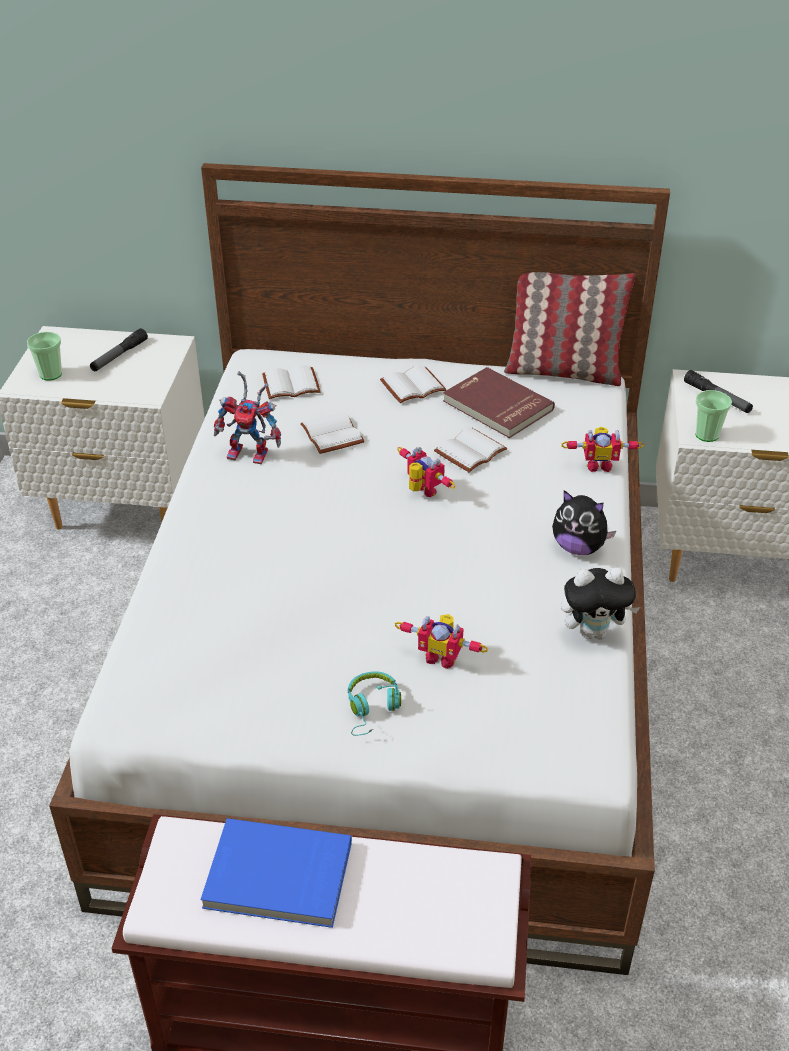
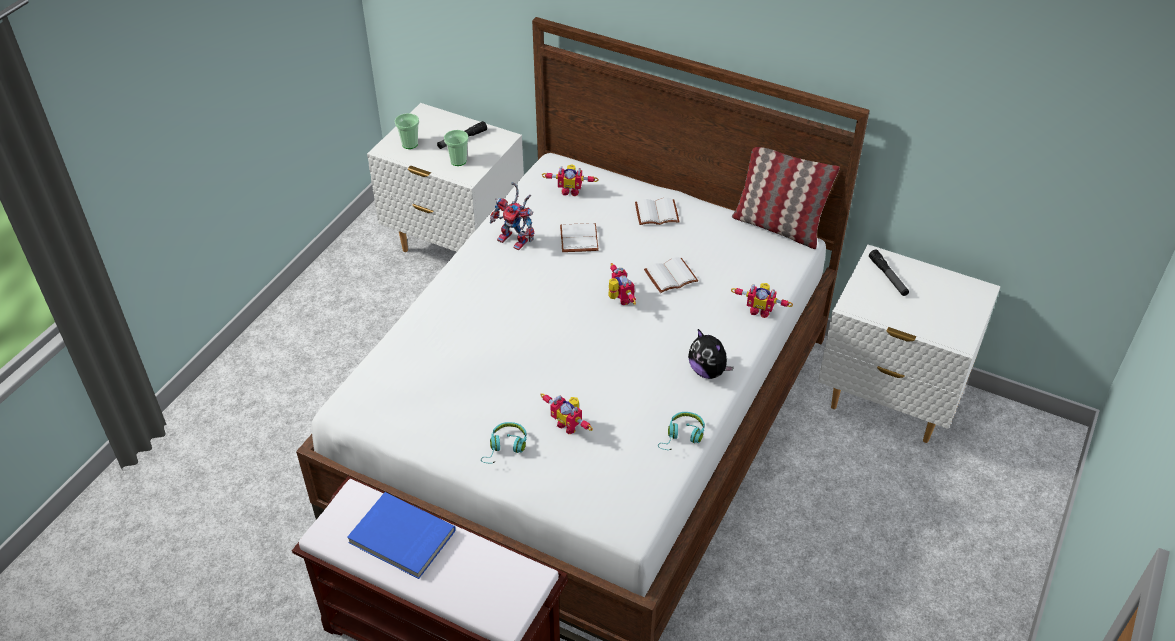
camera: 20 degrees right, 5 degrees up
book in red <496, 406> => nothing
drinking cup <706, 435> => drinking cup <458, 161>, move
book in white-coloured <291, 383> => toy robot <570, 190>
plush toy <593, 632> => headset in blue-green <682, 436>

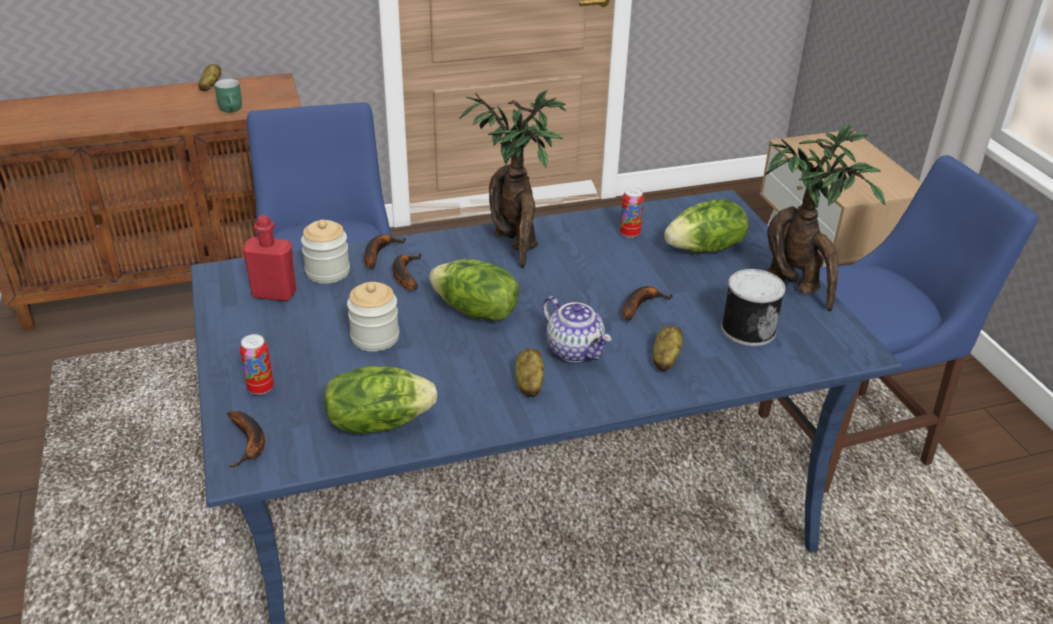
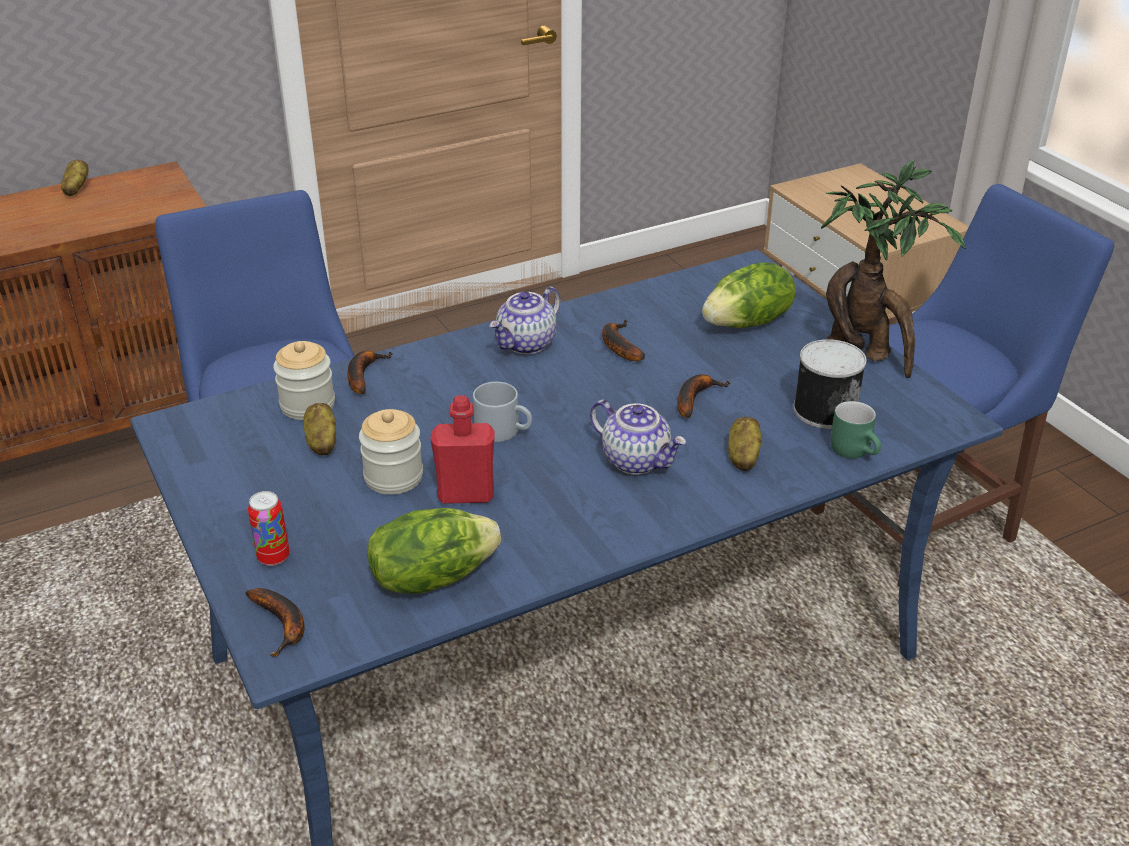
camera: 10 degrees left, 0 degrees up
sealed can <629, 233> => nothing
coffee mug in green-coloured <233, 109> => coffee mug in green-coloured <856, 451>, move
beverage bottle in red <274, 293> => beverage bottle in red <466, 494>, move
banana <404, 274> => banana <618, 345>, move
whole potato <528, 384> => whole potato <321, 442>, move
lettuce <475, 312> => coffee mug in greyish <504, 430>
plant in a pot <516, 244> => tea pot <526, 344>

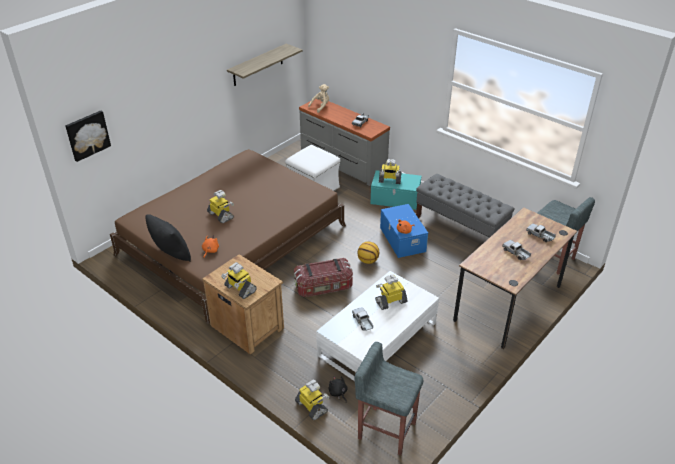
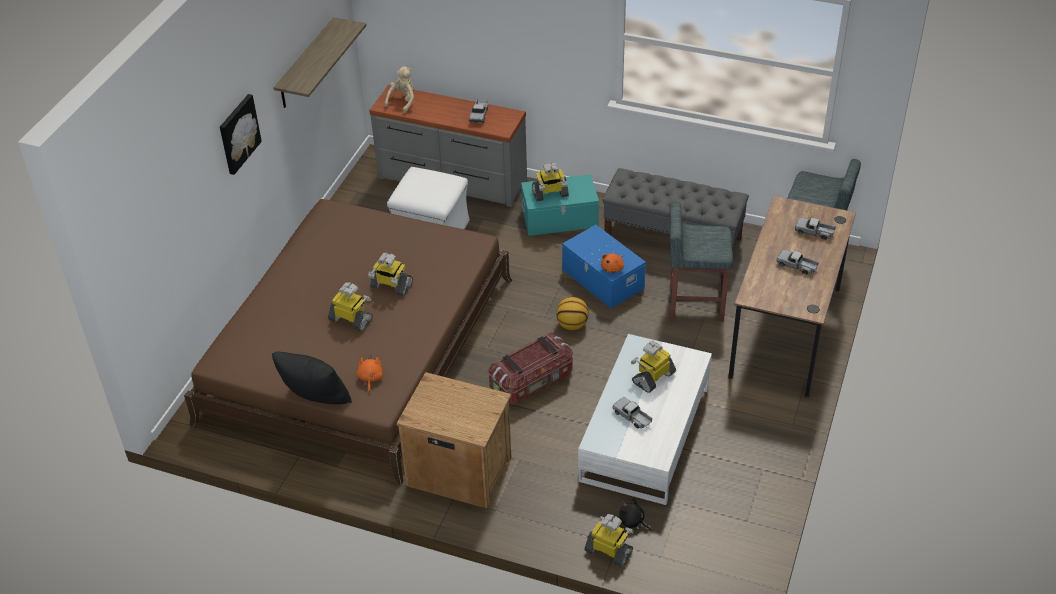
camera: 20 degrees left, 5 degrees up
wall art <87, 135> => wall art <238, 133>, move
toy robot <239, 289> => toy robot <391, 286>, move
sitting stool in greyish <386, 430> => sitting stool in greyish <695, 304>, move

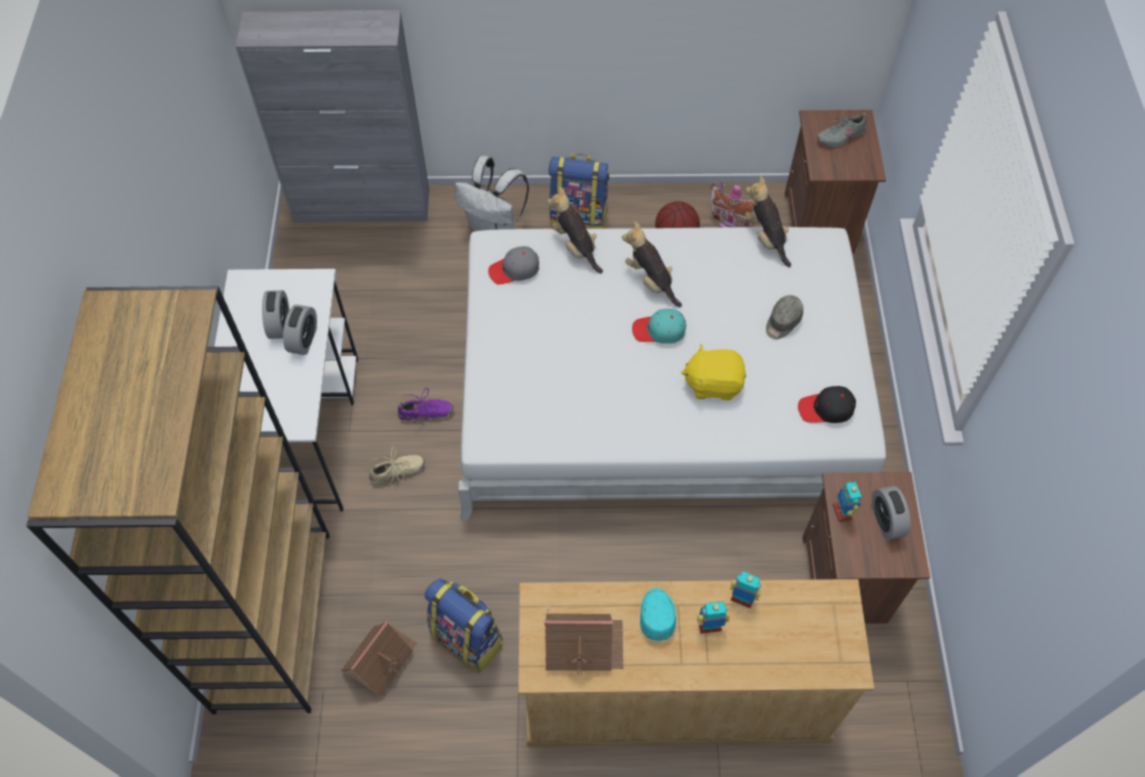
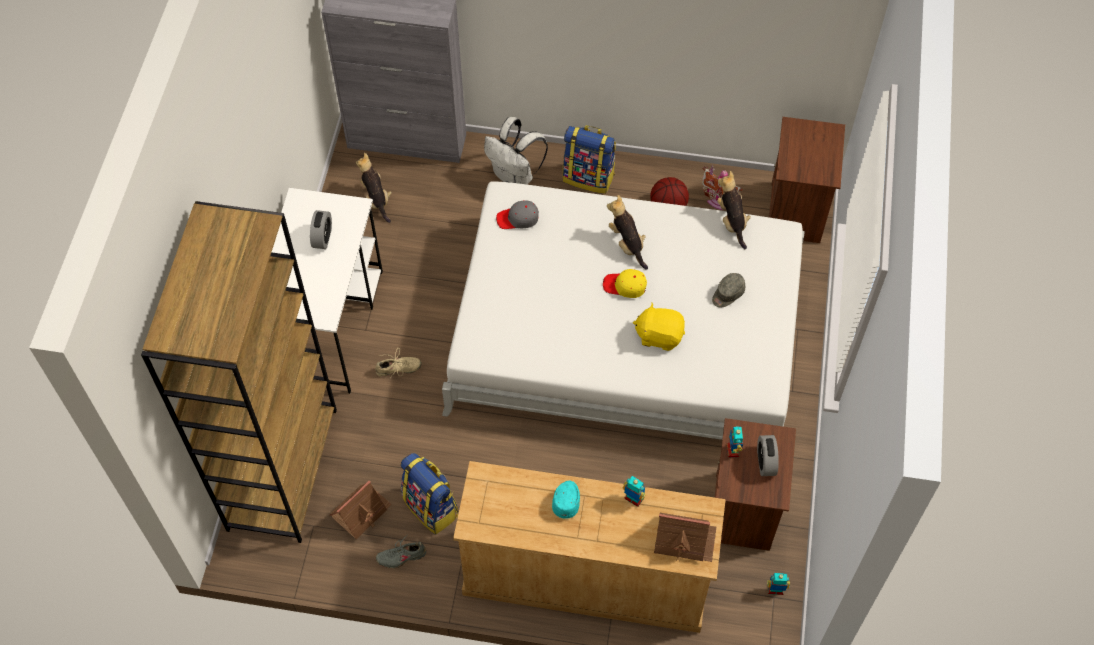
camera: 10 degrees right, 0 degrees up
bedside clock <304, 340> => nothing
shoe in purplish <425, 413> => nothing
baseball cap in black <826, 409> => nothing
toy house <583, 644> => toy house <684, 539>, move
plush toy <576, 246> => plush toy <376, 199>, move
toy robot <709, 626> => toy robot <775, 590>, move
shoe in greyish <840, 136> => shoe in greyish <401, 556>, move
baseball cap in blue-green <659, 330> => baseball cap in yellowish <625, 286>

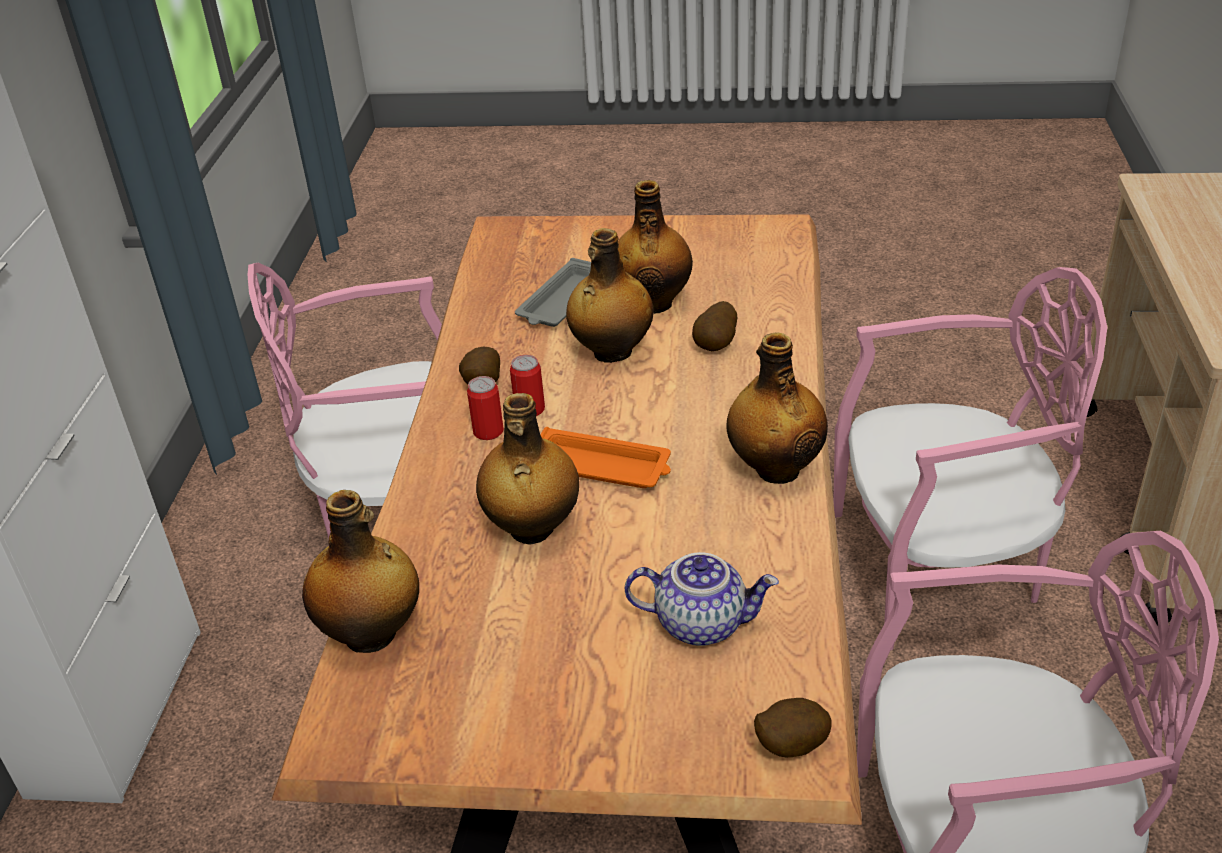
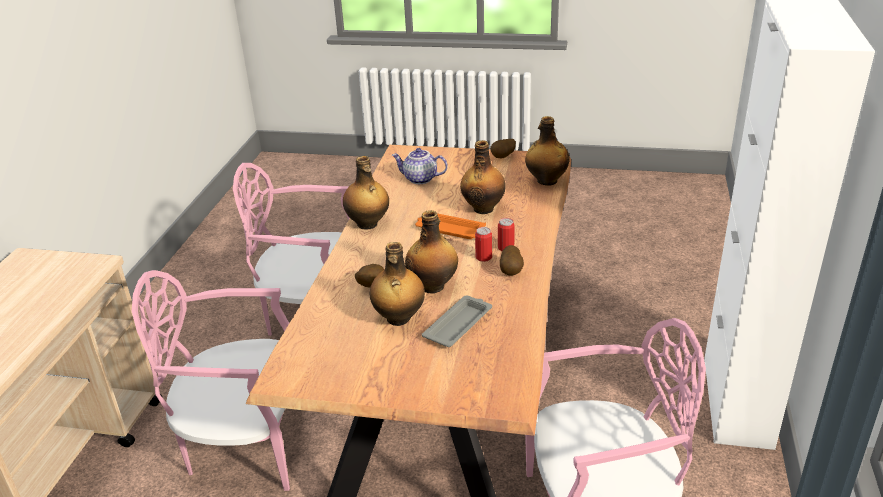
camera: 175 degrees left, 5 degrees down
whole potato <789, 745> => whole potato <503, 157>, move

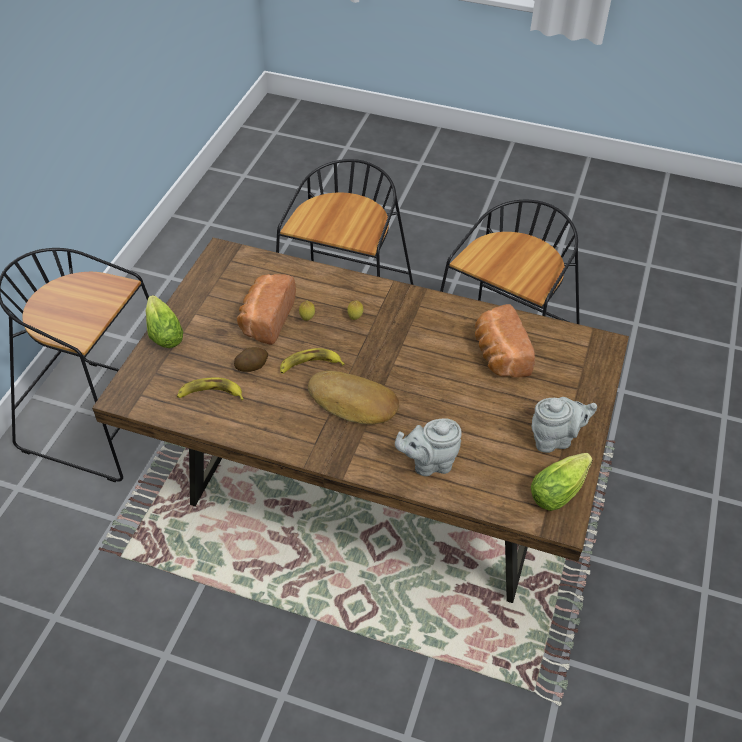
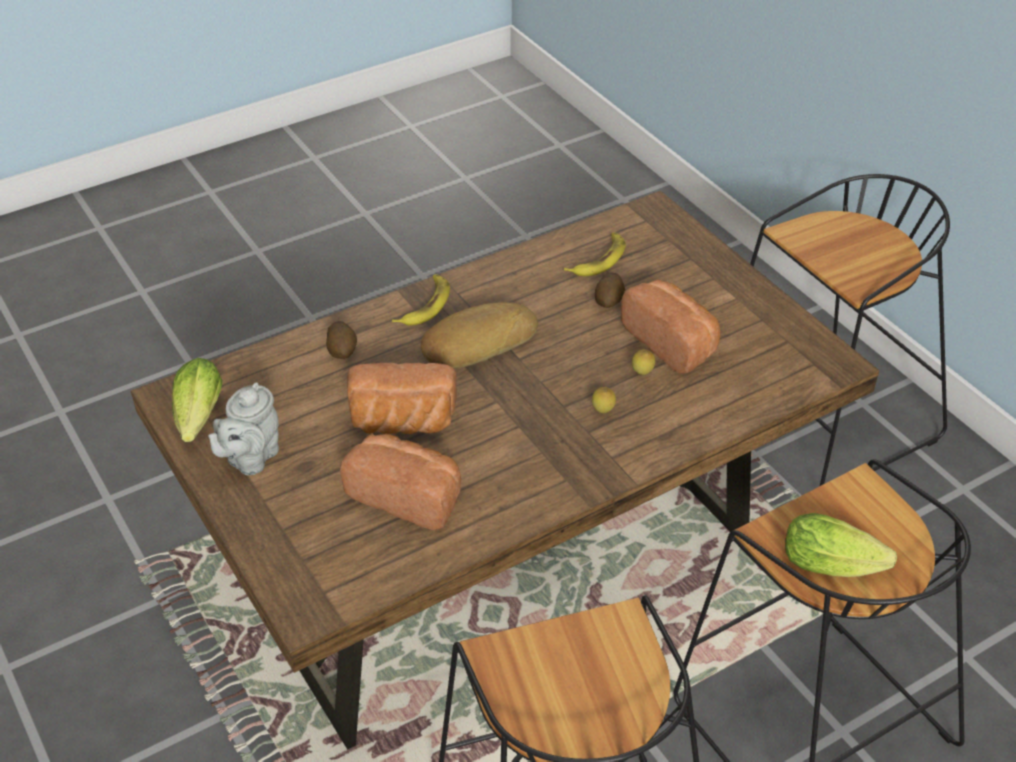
camera: 130 degrees right, 5 degrees down
nothing => bakery bread <402, 423>
lettuce <163, 331> => lettuce <836, 565>, move
banana <310, 365> => banana <425, 305>, move
tea pot in greyish <429, 463> => whole potato <342, 351>

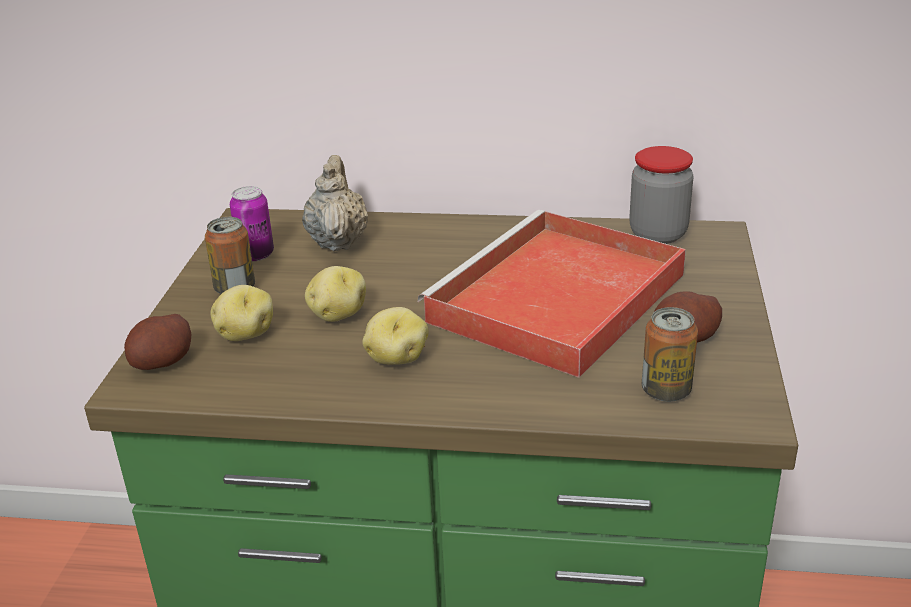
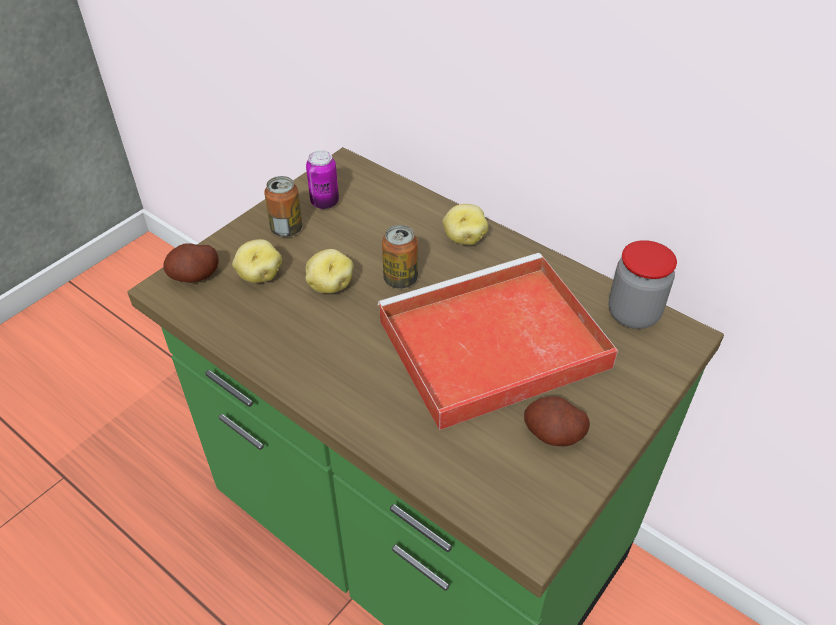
camera: 30 degrees right, 15 degrees up
tea pot in beige <338, 241> => nothing
whole potato <396, 358> => whole potato <464, 238>, move
sealed can <666, 391> => sealed can <400, 279>, move

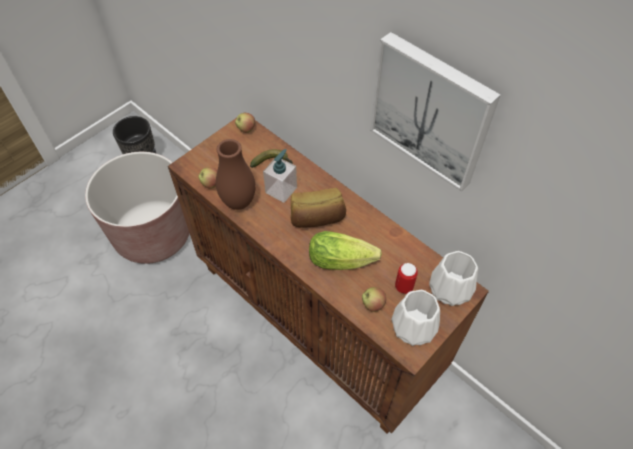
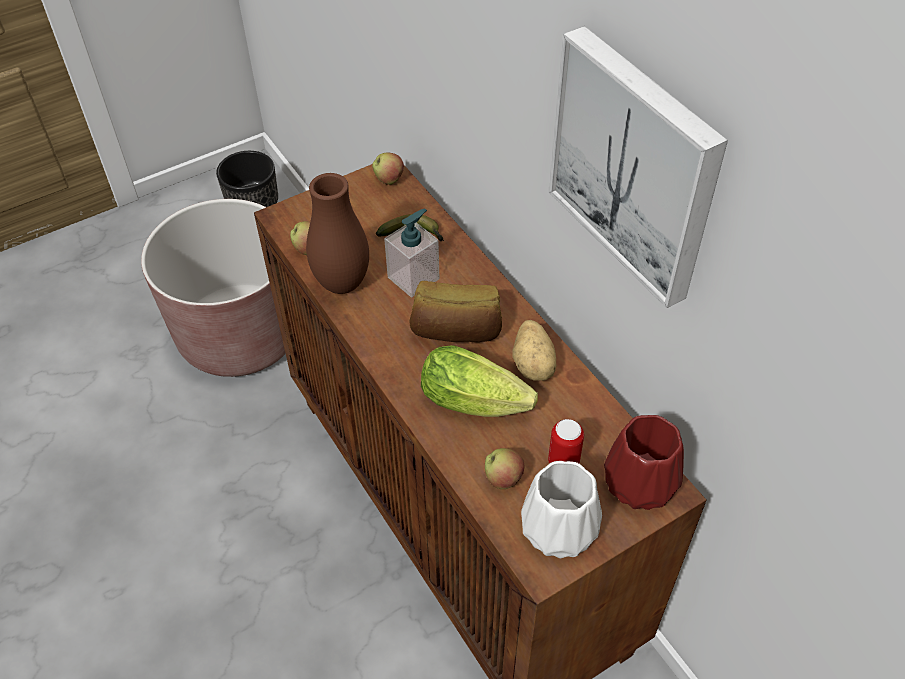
camera: 15 degrees right, 5 degrees down
nothing => whole potato <534, 364>
flower vase in white-coloured <449, 290> => flower vase in red <638, 485>

